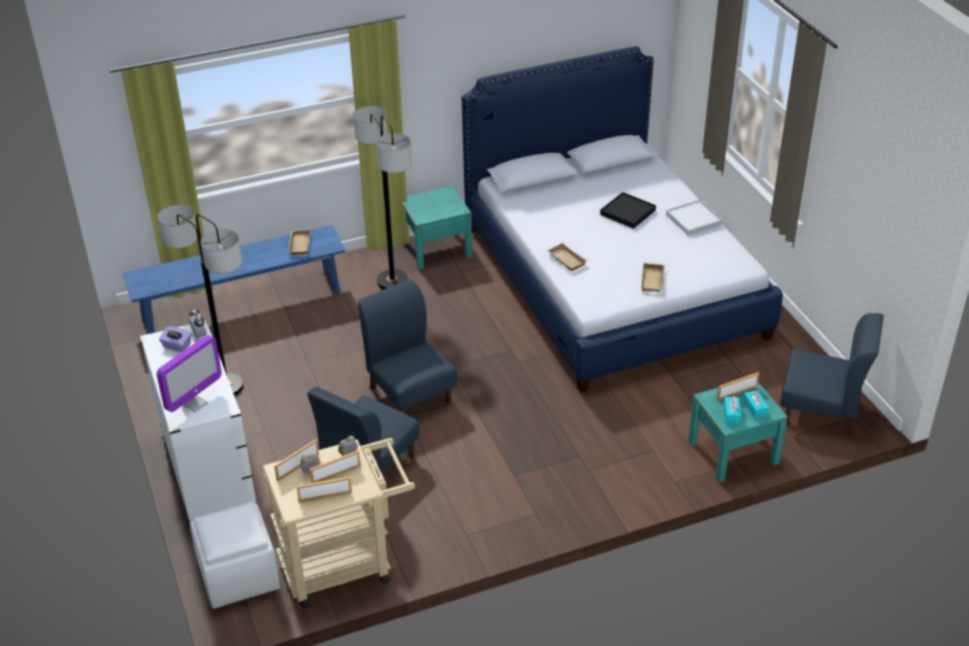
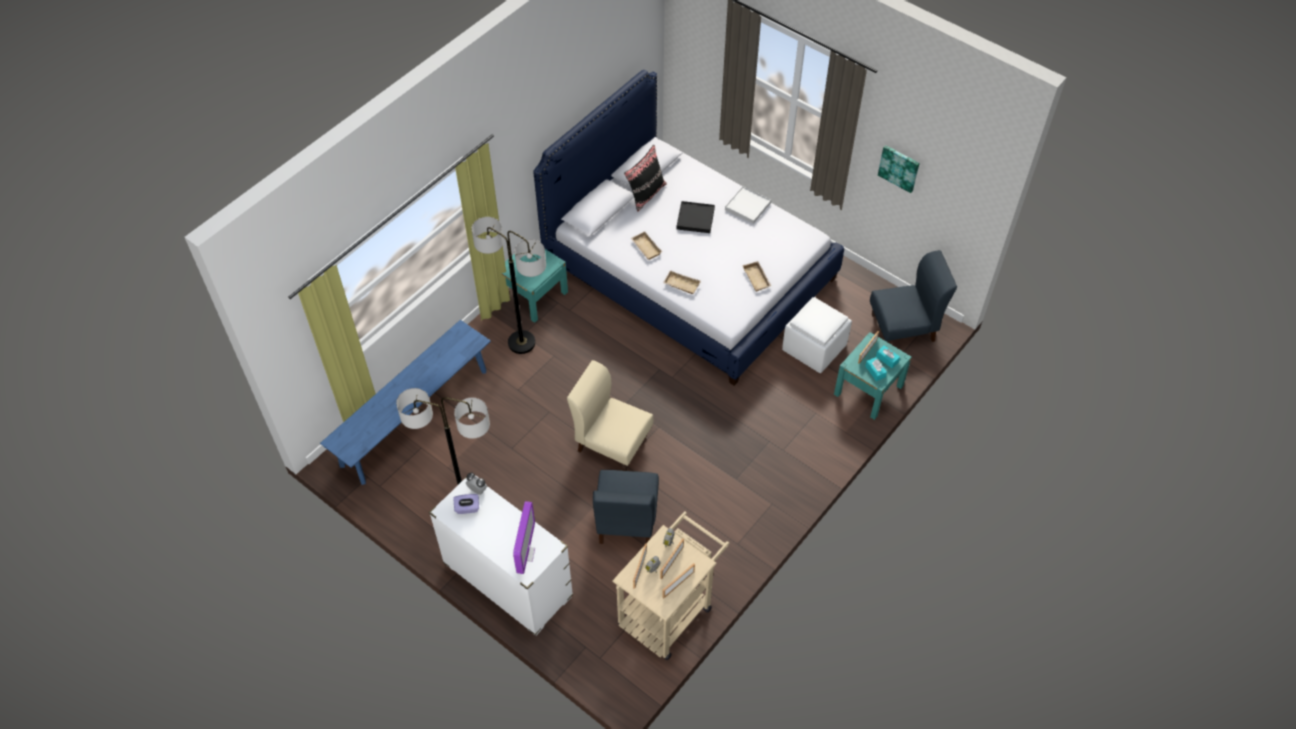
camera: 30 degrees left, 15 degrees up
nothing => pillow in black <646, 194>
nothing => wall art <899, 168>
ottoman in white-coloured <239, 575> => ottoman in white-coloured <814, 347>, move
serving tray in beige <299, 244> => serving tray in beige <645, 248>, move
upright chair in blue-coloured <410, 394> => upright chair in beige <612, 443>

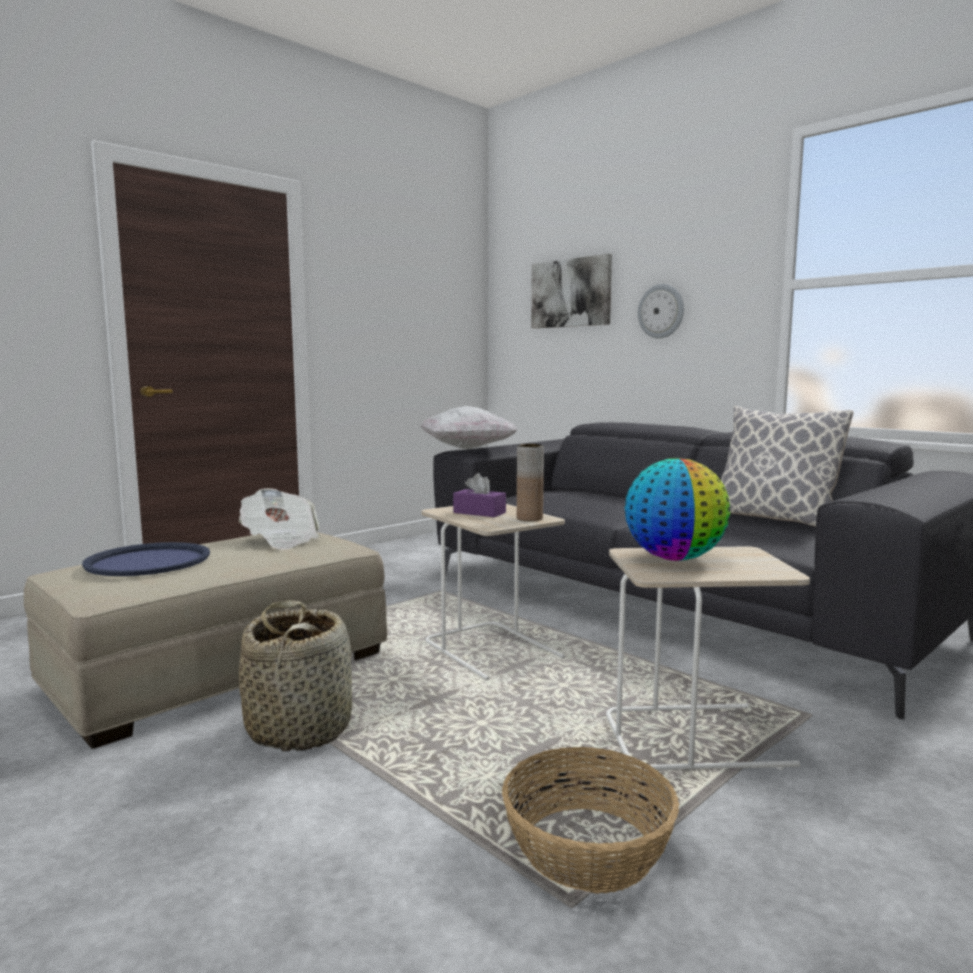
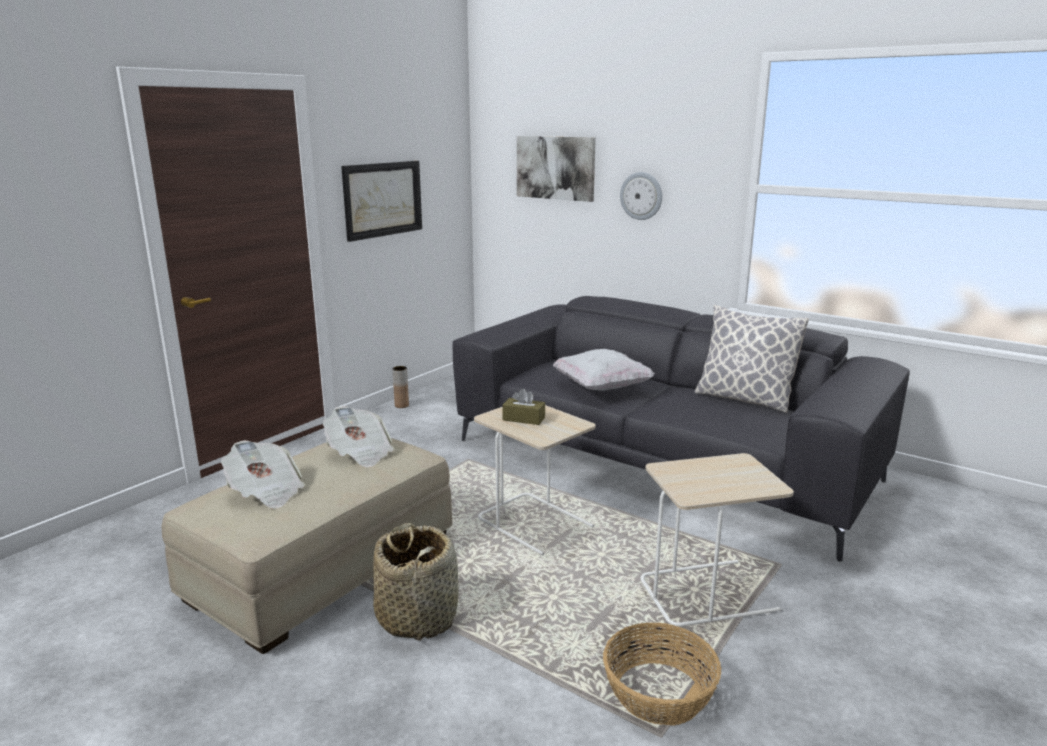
camera: 10 degrees left, 10 degrees up
globe <674, 558> => nothing
nothing => wall art <382, 199>
pillow in white-coloured <467, 448> => pillow in white-coloured <601, 388>, move
flower vase in brown-coloured <529, 518> => flower vase in brown-coloured <401, 405>, move
serving tray in blue-coloured <148, 561> => newspaper <266, 492>
tissue box in purplish <479, 513> => tissue box in brown-coloured <523, 419>

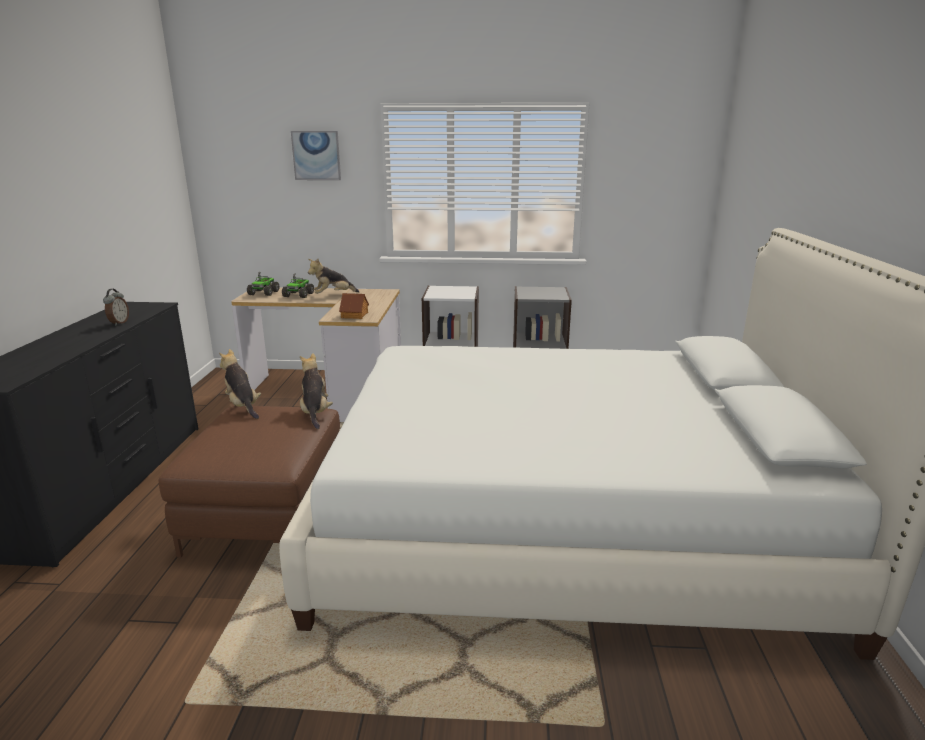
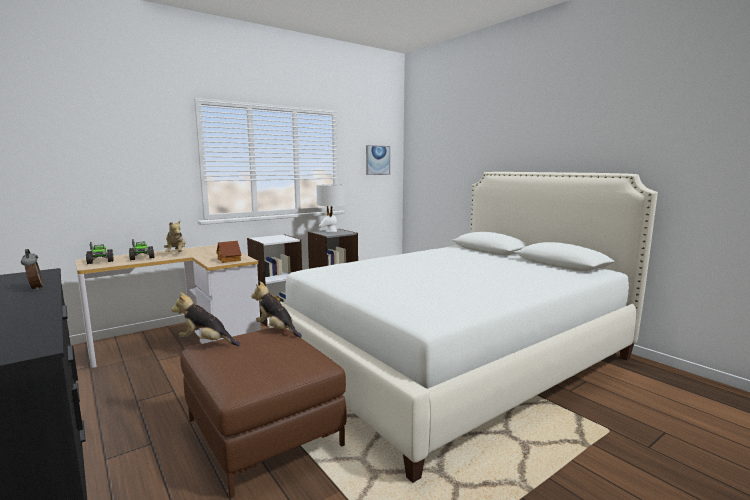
camera: 40 degrees left, 10 degrees down
nothing => table lamp in white-coloured <331, 231>
wall art <316, 155> => wall art <377, 160>, move
plush toy <333, 295> => plush toy <176, 253>, 45 degrees counterclockwise

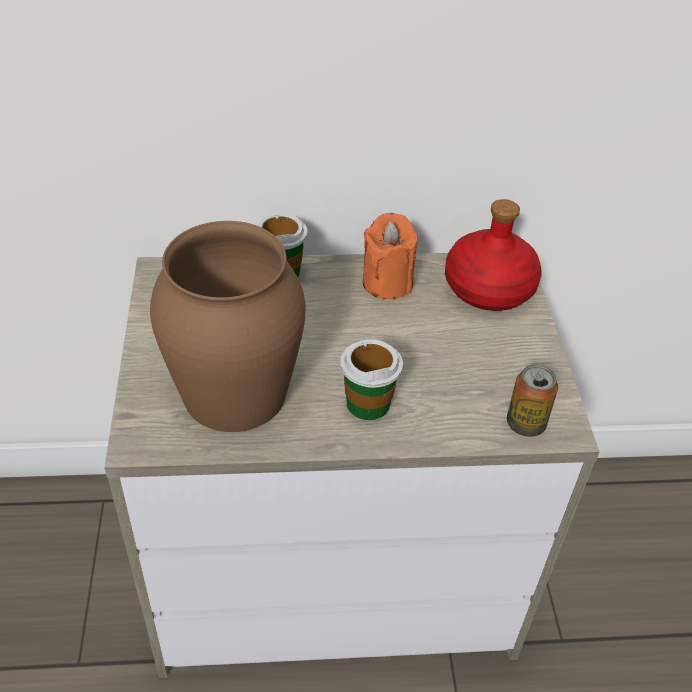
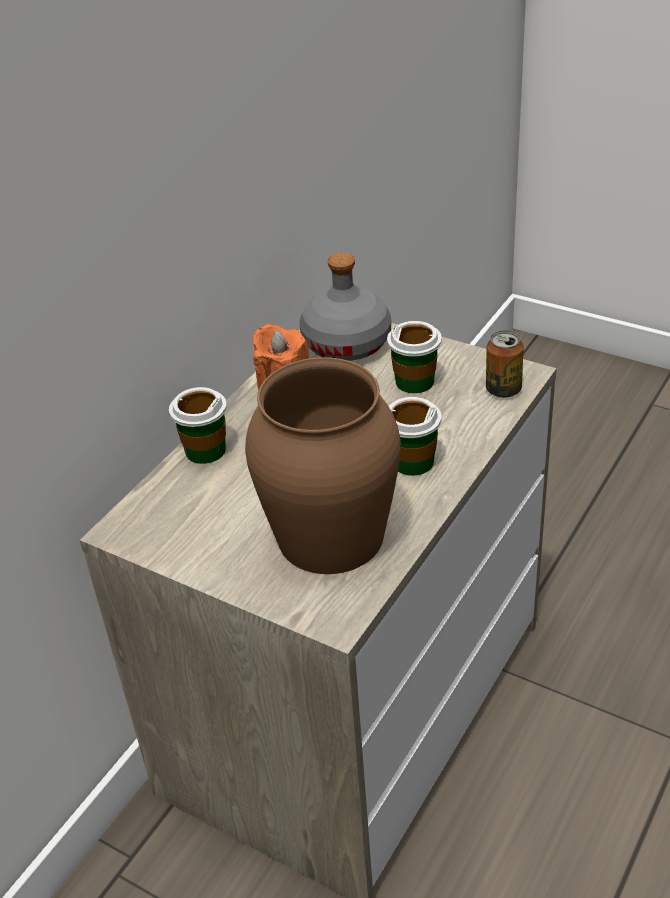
camera: 50 degrees left, 5 degrees down
nothing => drinking cup <415, 381>
beverage bottle in red <490, 288> => beverage bottle in greyish <347, 343>

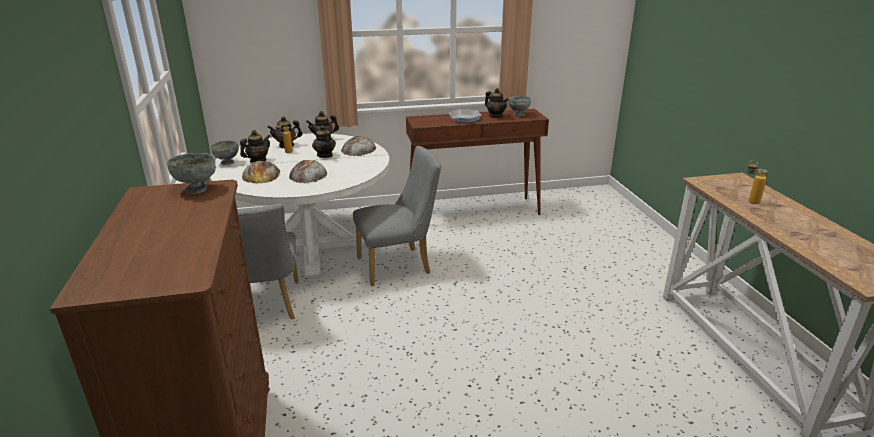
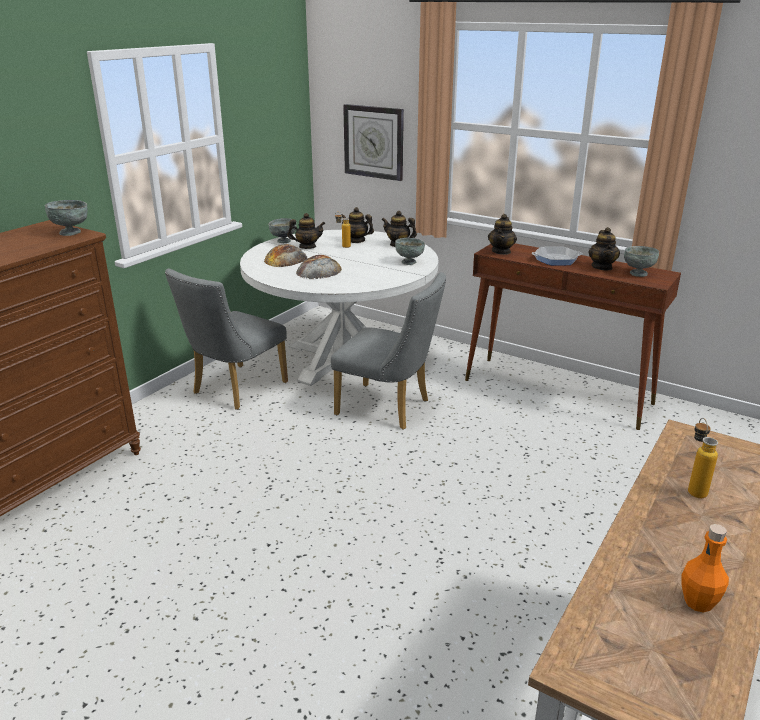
camera: 45 degrees right, 0 degrees up
nothing => hanging clock <374, 142>
nothing => beverage bottle in orange <698, 602>
tea pot <325, 155> => tea pot <501, 251>, move
bakery bread <358, 149> => serving bowl in greyish <409, 262>

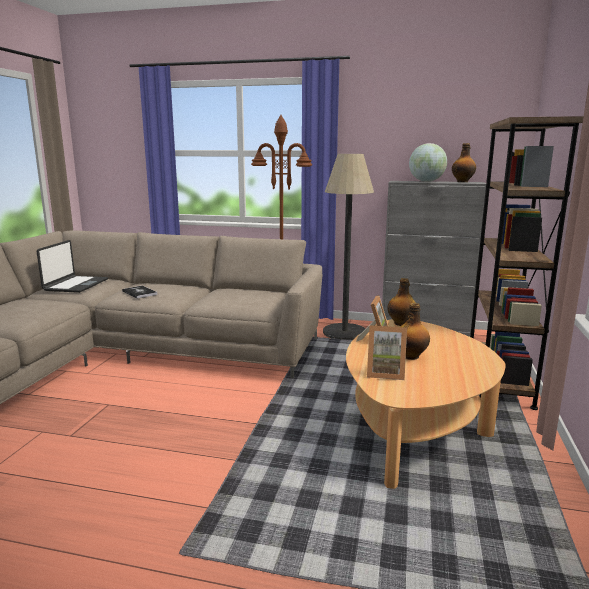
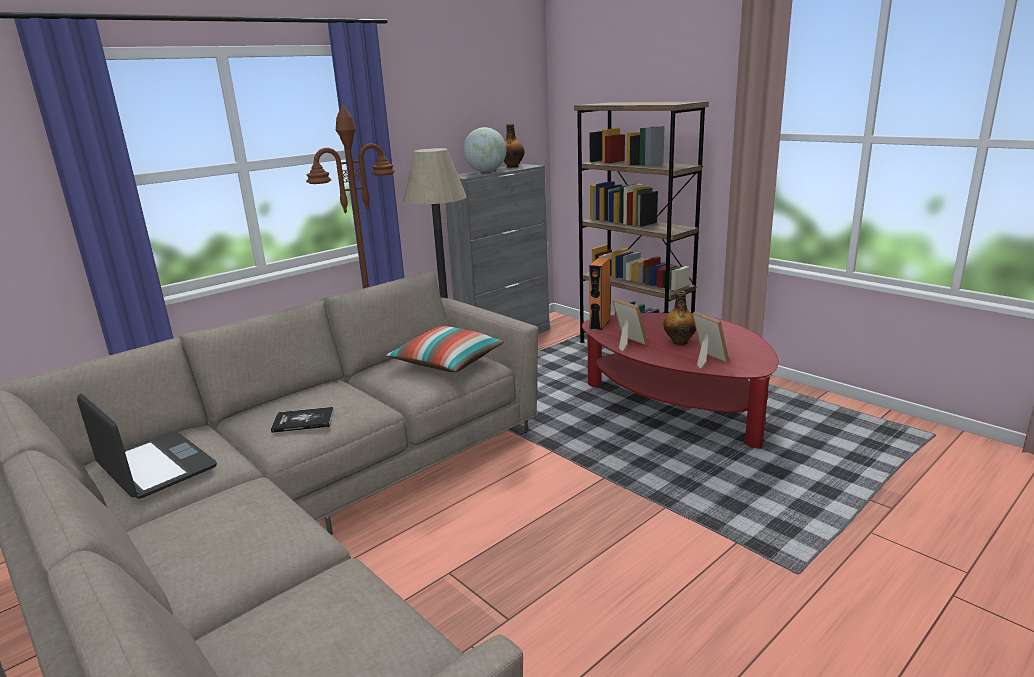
camera: 55 degrees left, 5 degrees up
nothing => pillow <447, 363>
beverage bottle <401, 323> => speaker in orange <599, 324>
coffee table in beige <413, 426> => coffee table in red <676, 407>
picture frame <385, 373> => picture frame <706, 360>, 75 degrees counterclockwise

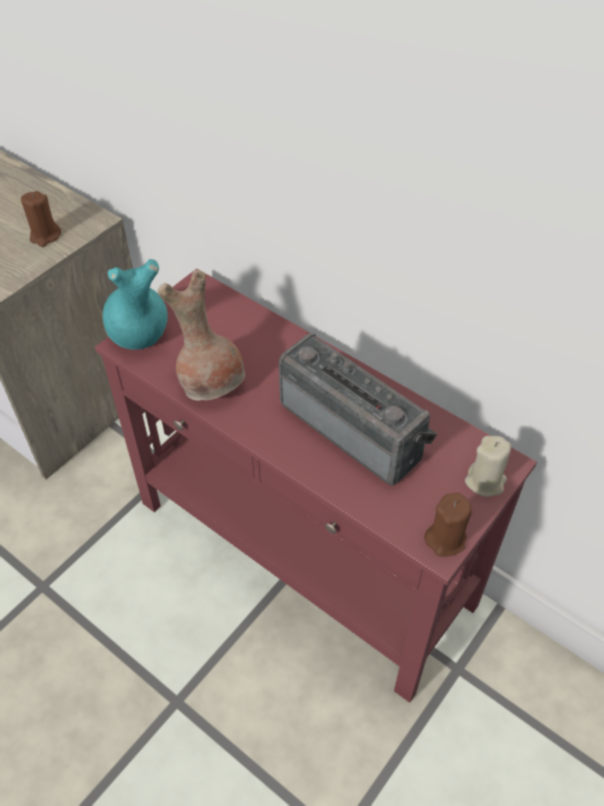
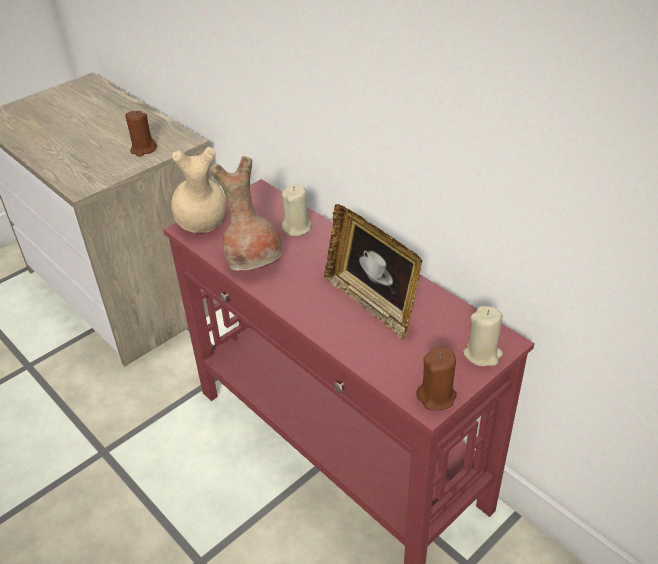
camera: 10 degrees right, 10 degrees down
nothing => wax light in beige <297, 227>
radio set <355, 427> => picture frame <371, 303>
flower vase in blue-green <139, 336> => flower vase in beige <201, 224>

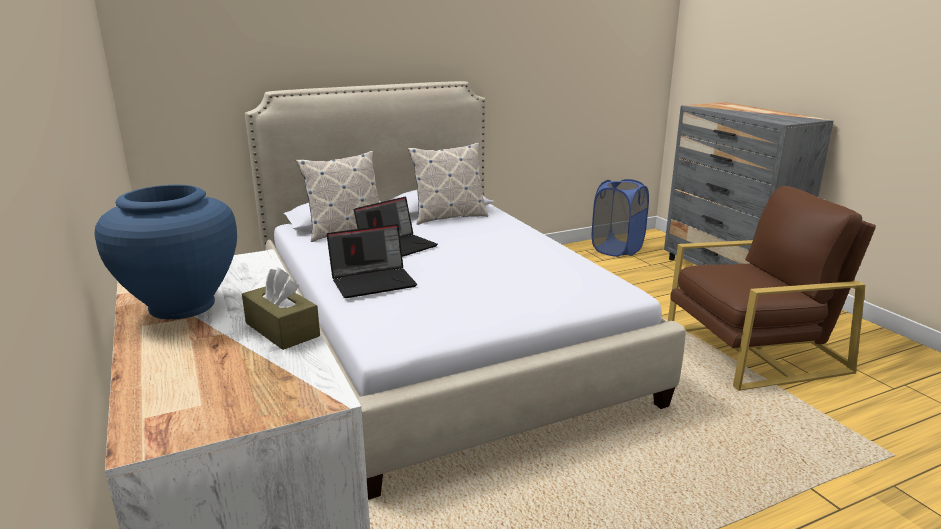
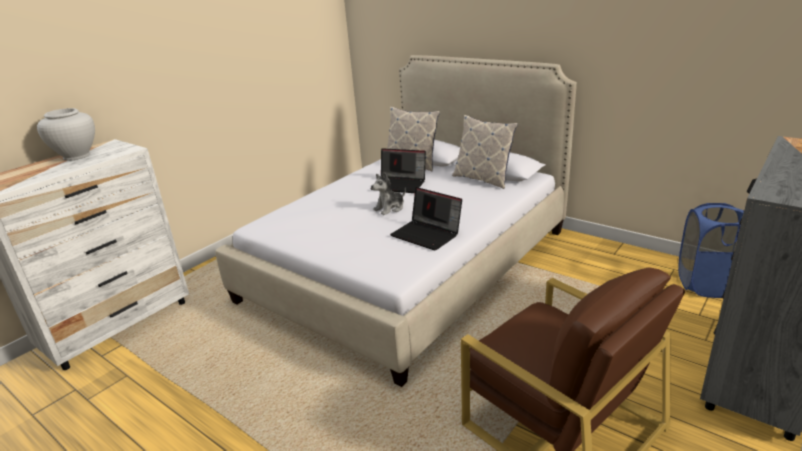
camera: 65 degrees right, 5 degrees up
tissue box in brown-coloured <282, 329> => nothing
nothing => plush toy <390, 208>
notebook computer <374, 281> => notebook computer <427, 234>, move
flower vase in blue-coloured <182, 305> => flower vase in white-coloured <76, 156>

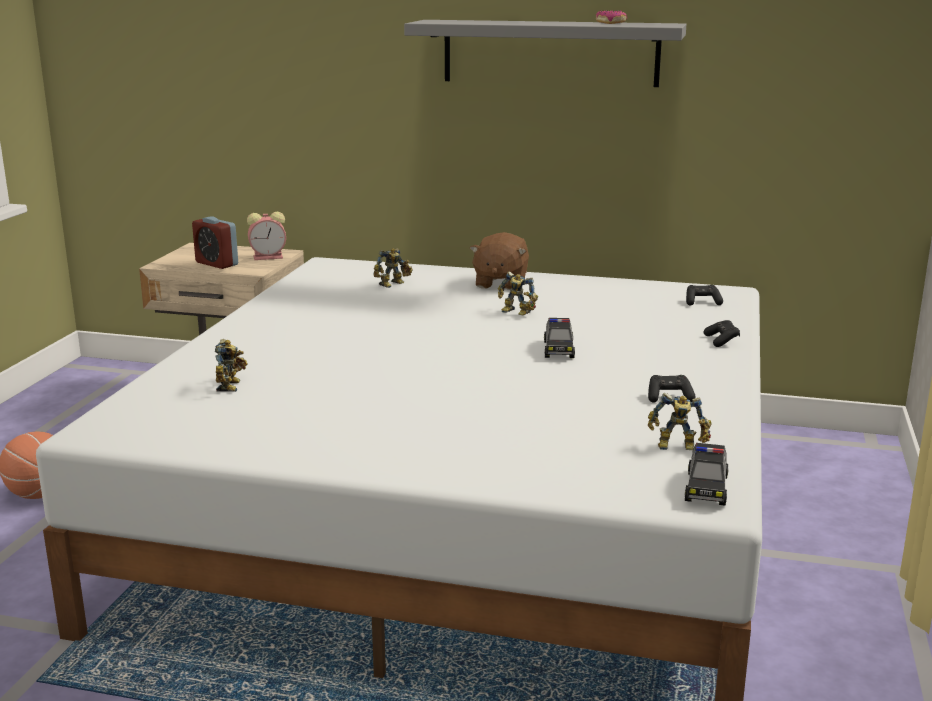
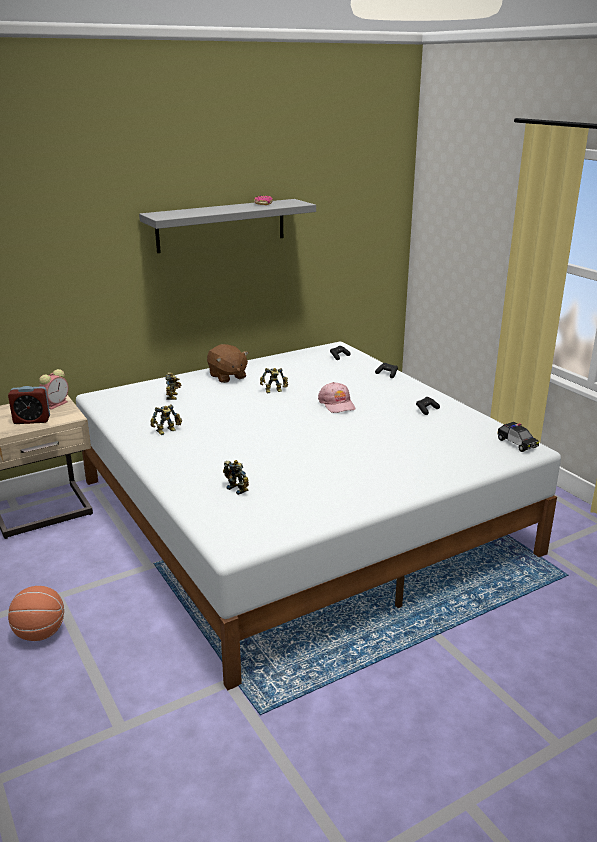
camera: 45 degrees left, 5 degrees up
toy robot <677, 447> => toy robot <167, 431>, move
model car <558, 349> => baseball cap in pink-coloured <337, 404>

